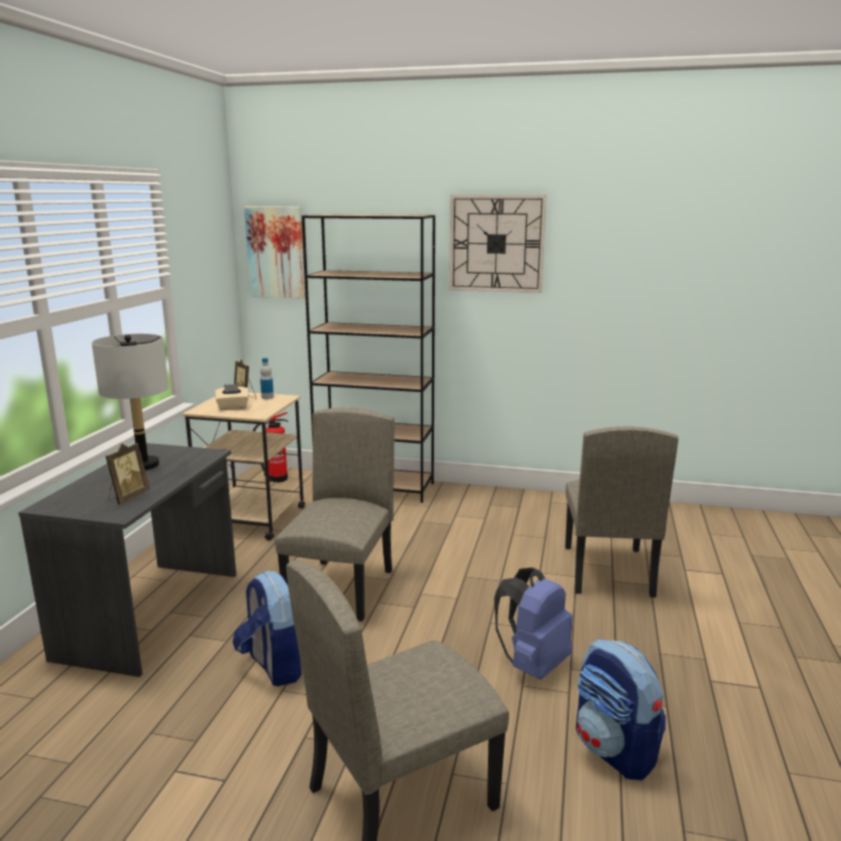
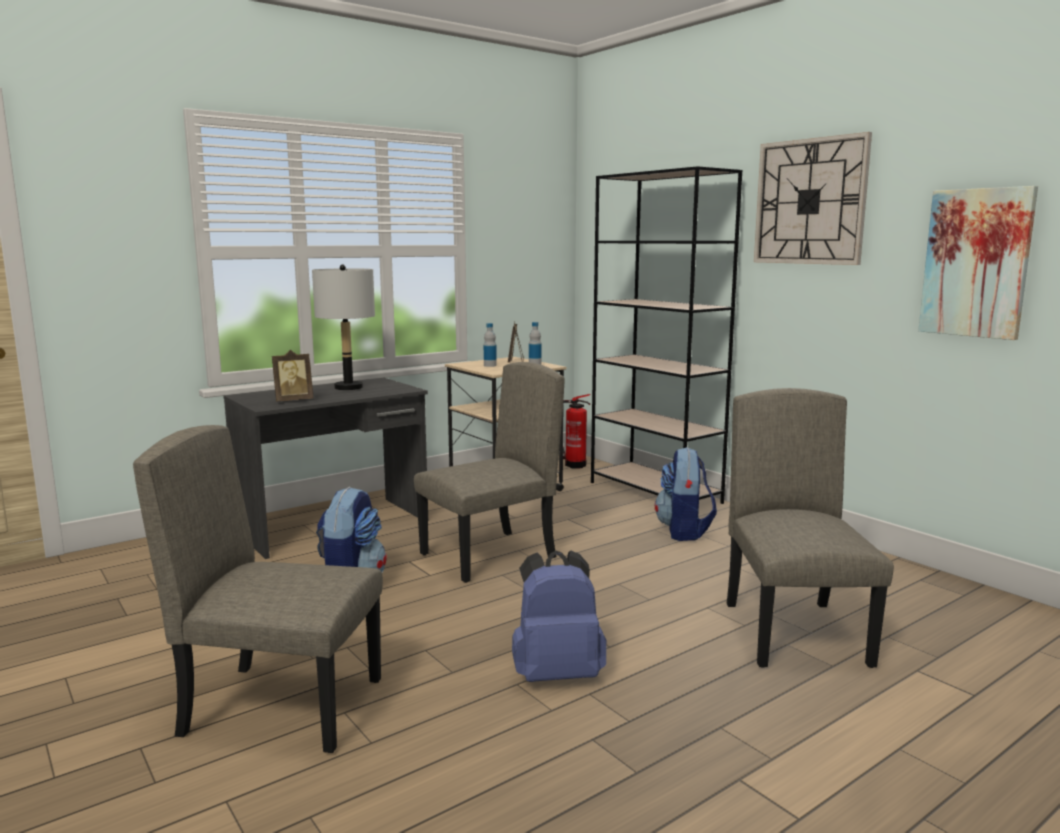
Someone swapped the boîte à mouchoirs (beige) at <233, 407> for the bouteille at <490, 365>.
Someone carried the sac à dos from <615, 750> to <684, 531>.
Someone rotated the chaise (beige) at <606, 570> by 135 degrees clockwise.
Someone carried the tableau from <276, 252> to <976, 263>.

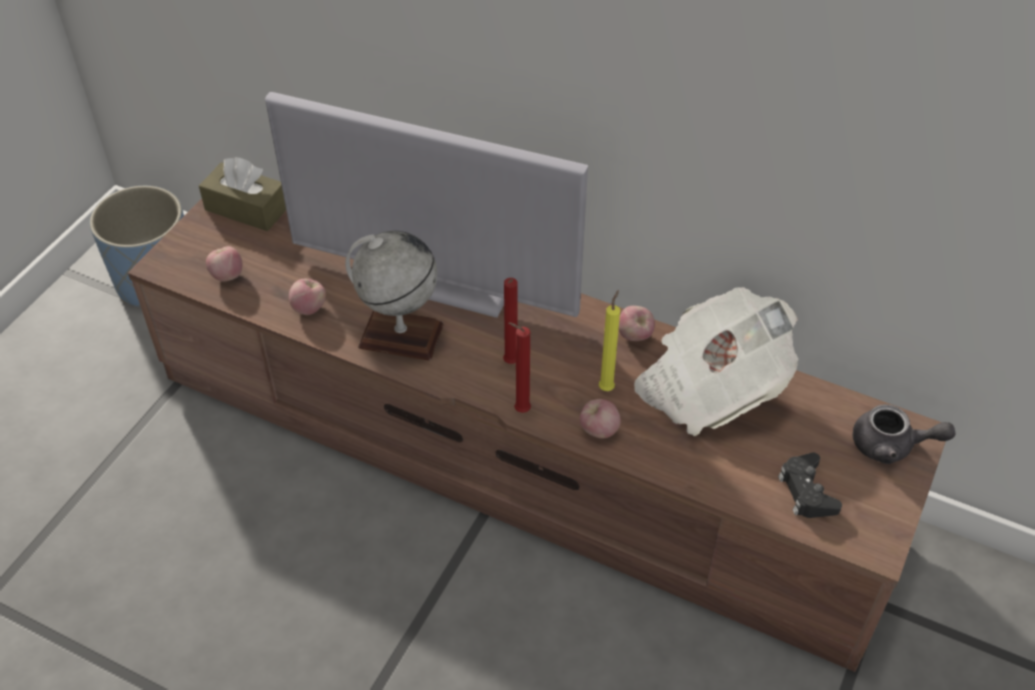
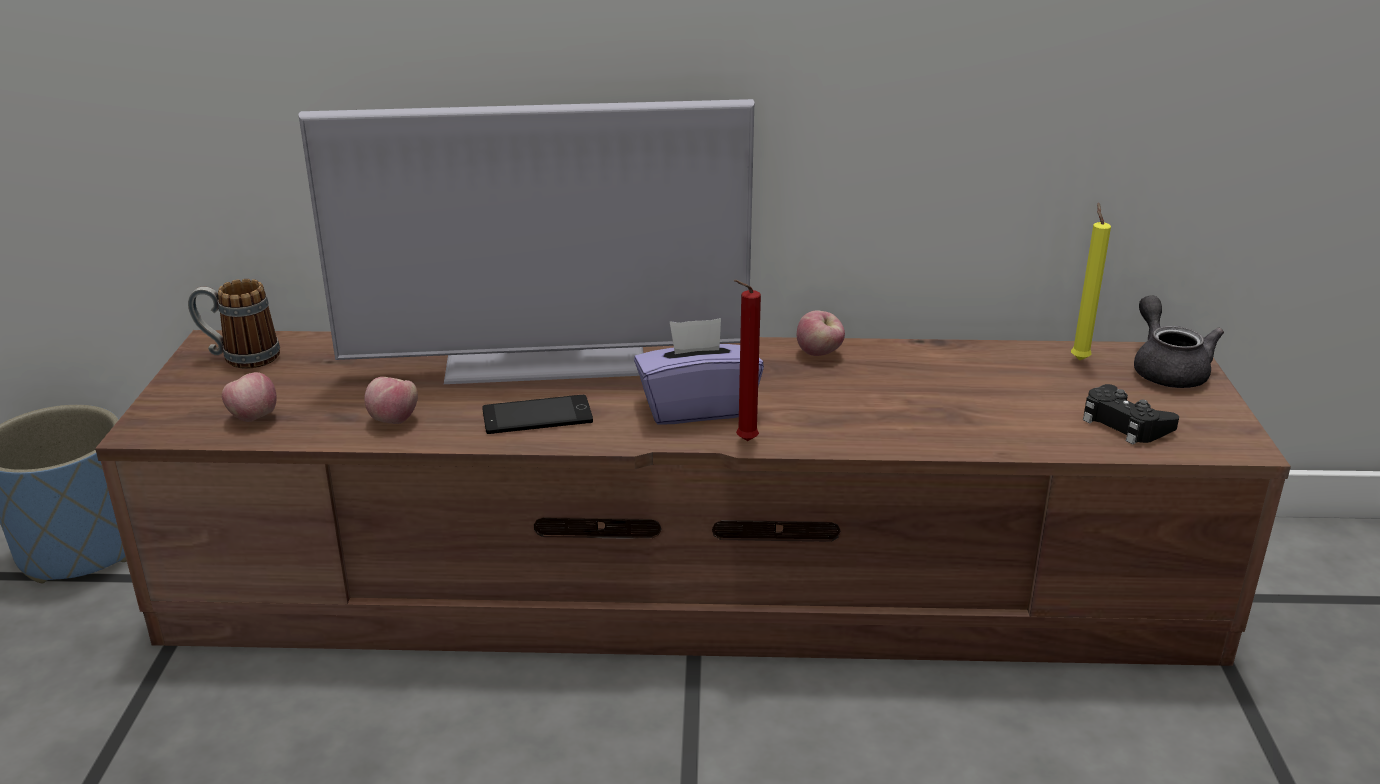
Someone swapped the boîte à mouchoirs (marron) at <246, 208> for the mug at <240, 357>.
Someone swapped the globe at <400, 335> for the téléphone at <537, 416>.
Someone swapped the bougie (rouge) at <510, 364> for the boîte à mouchoirs (violet) at <697, 407>.
Someone carried the bougie (jaune) from <607, 387> to <1079, 358>.
Someone rotated the théière (gris) at <891, 446> by 90 degrees counterclockwise.
Someone took away the pomme at <599, 431>.
Someone took away the journal at <710, 386>.

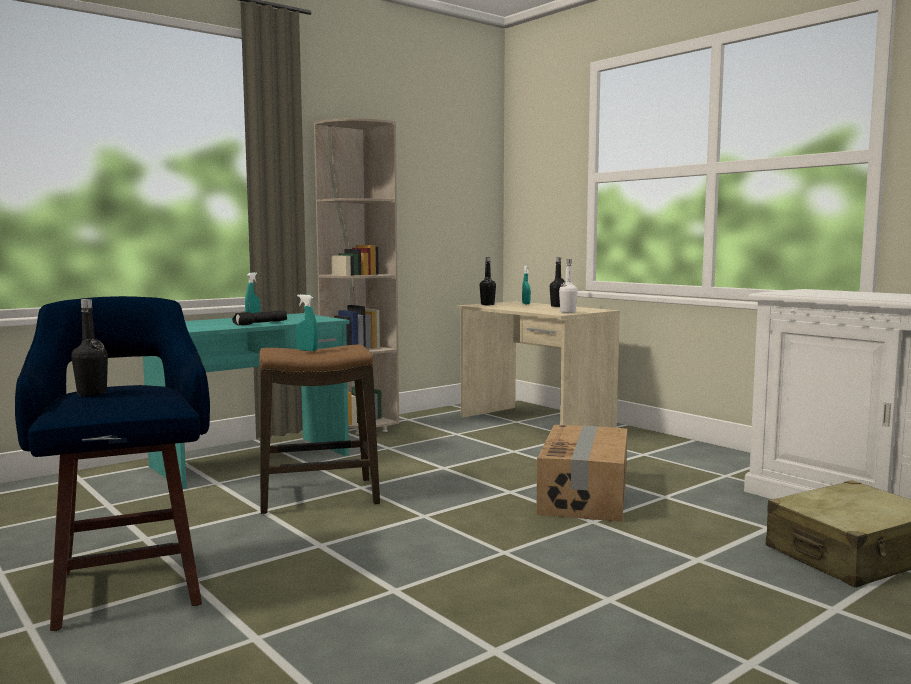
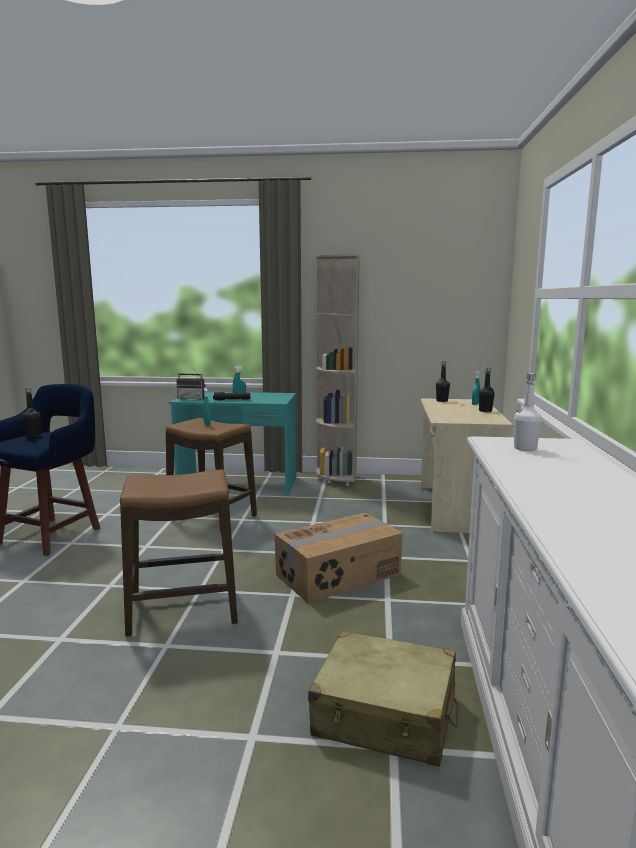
Someone put down the tabouret at <183, 610>.
Someone put down the radio at <192, 398>.
Someone carried the bouteille (blanc) from <567, 312> to <525, 448>.

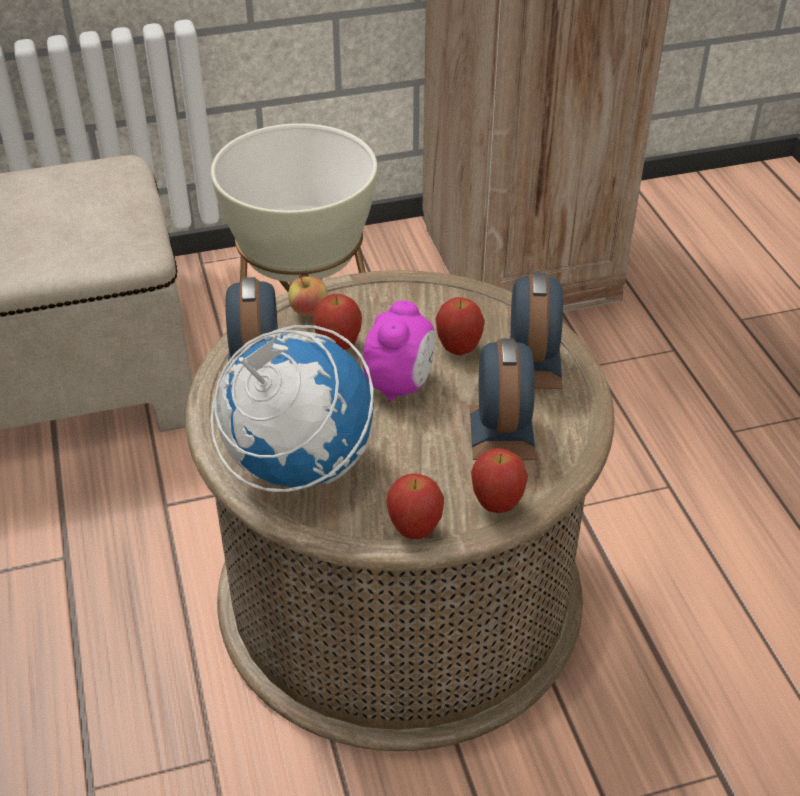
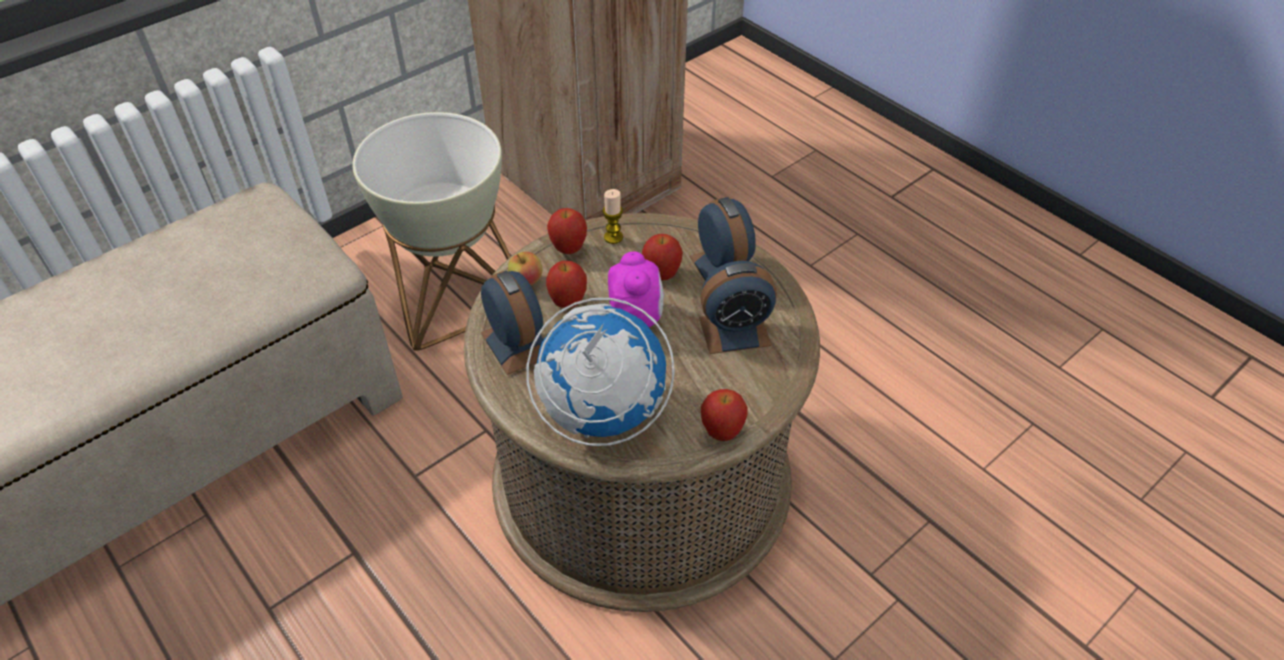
Someone carried the pomme from <496, 504> to <568, 249>.
Someone put down the bougie at <613, 237>.
Someone rotated the réveil at <501, 432> by 105 degrees clockwise.

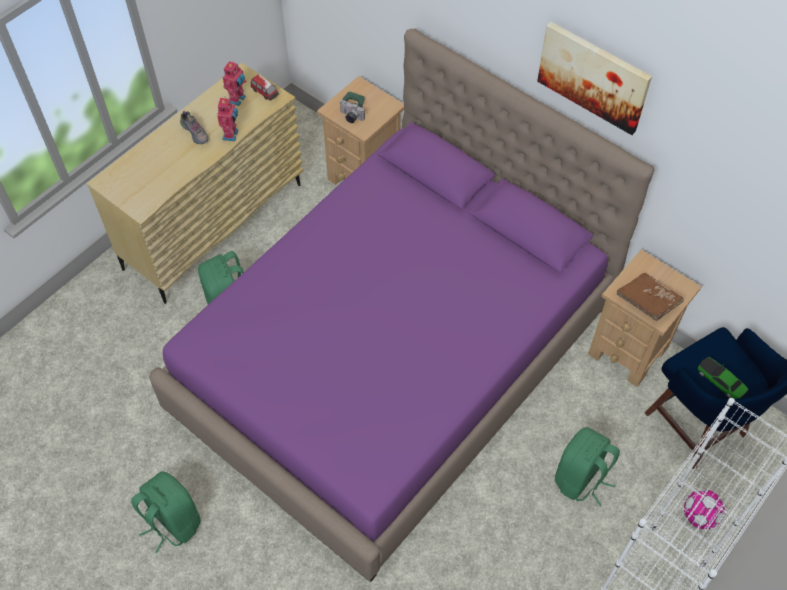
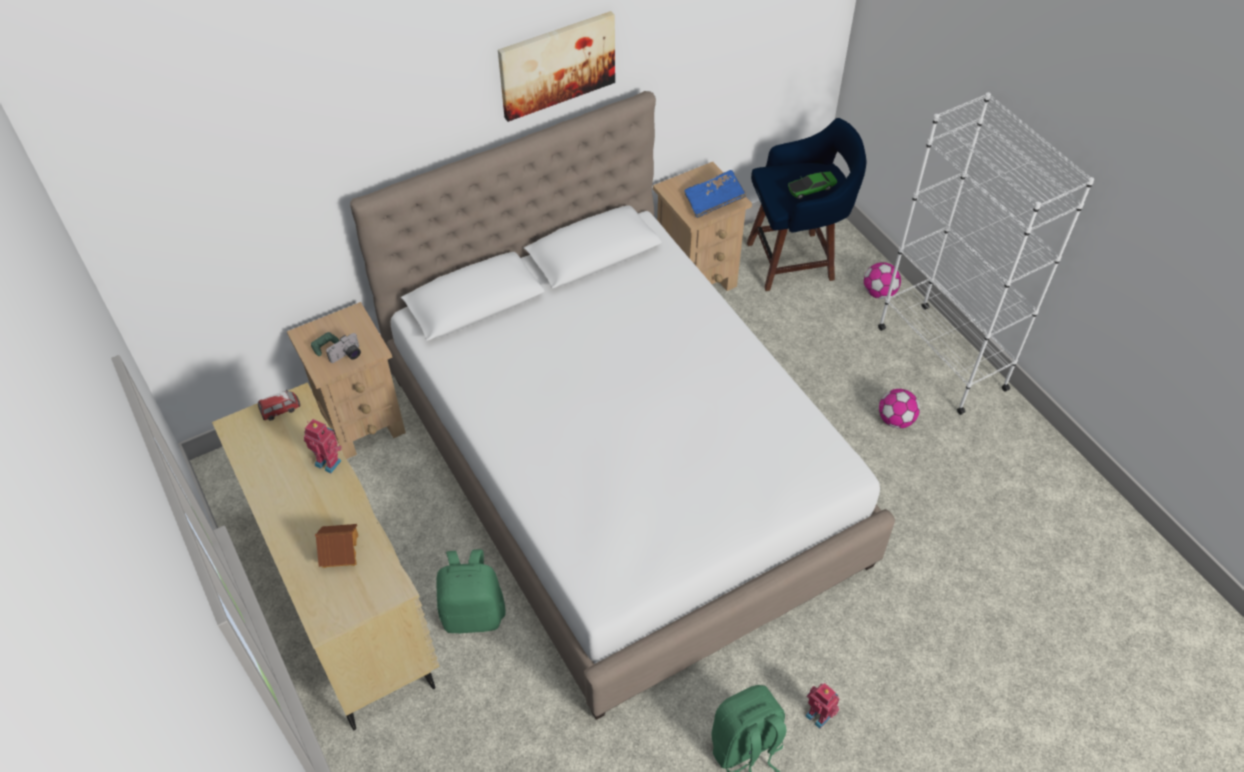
Someone put down the maison miniature at <339, 550>.
Someone repainted the lit (violet) at <394, 357>, which became the lit (blanc) at <621, 467>.
Someone repainted the livre (marron) at <647, 302>, which became the livre (bleu) at <714, 201>.
Someone carried the robot jouet from <238, 99> to <819, 715>.
Someone put down the ballon de foot at <895, 420>.
Someone took away the chaussure at <196, 133>.
Someone took away the sac à dos (vert) at <581, 479>.

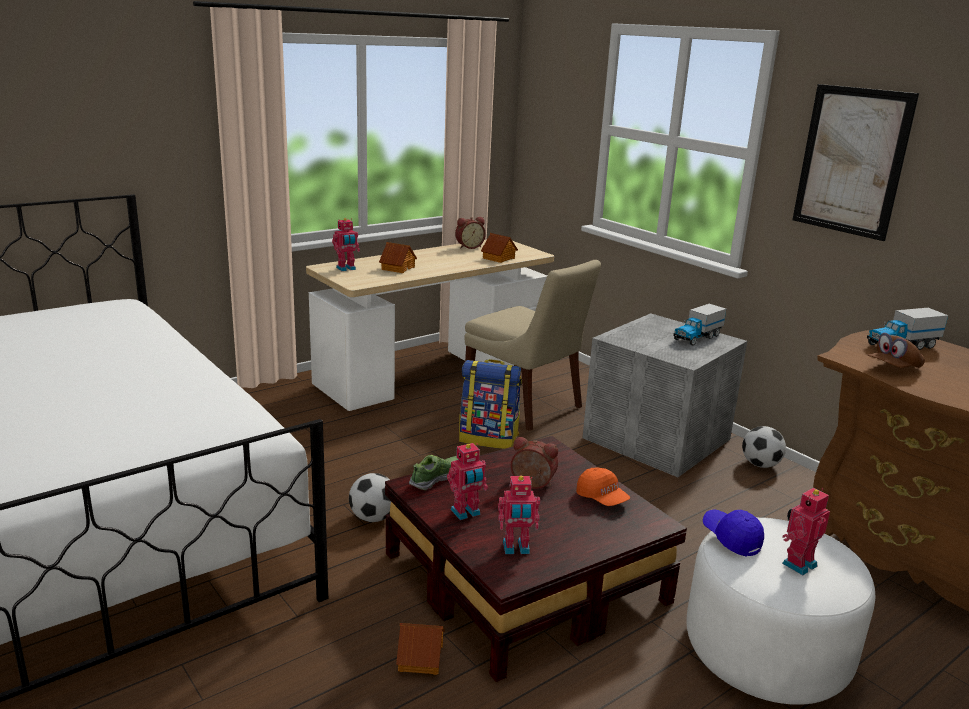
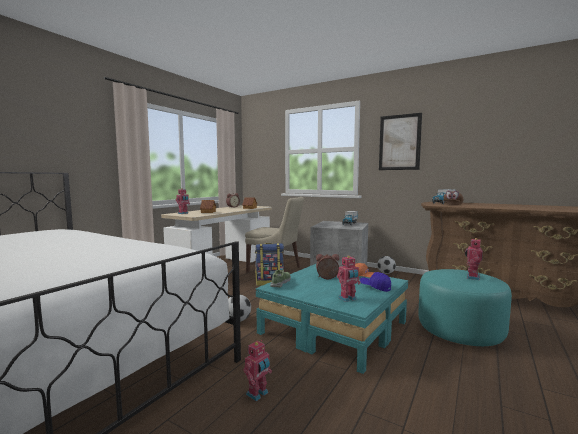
Someone carried the robot jouet from <466, 513> to <258, 394>.
Someone repainted the table basse (marron) at <525, 575>, which became the table basse (turquoise) at <333, 327>.
Someone carried the casquette (bleu) from <731, 538> to <375, 287>.
Someone repainted the pouf (blanc) at <766, 653>, which became the pouf (turquoise) at <460, 331>.
Someone took away the maison miniature at <419, 657>.

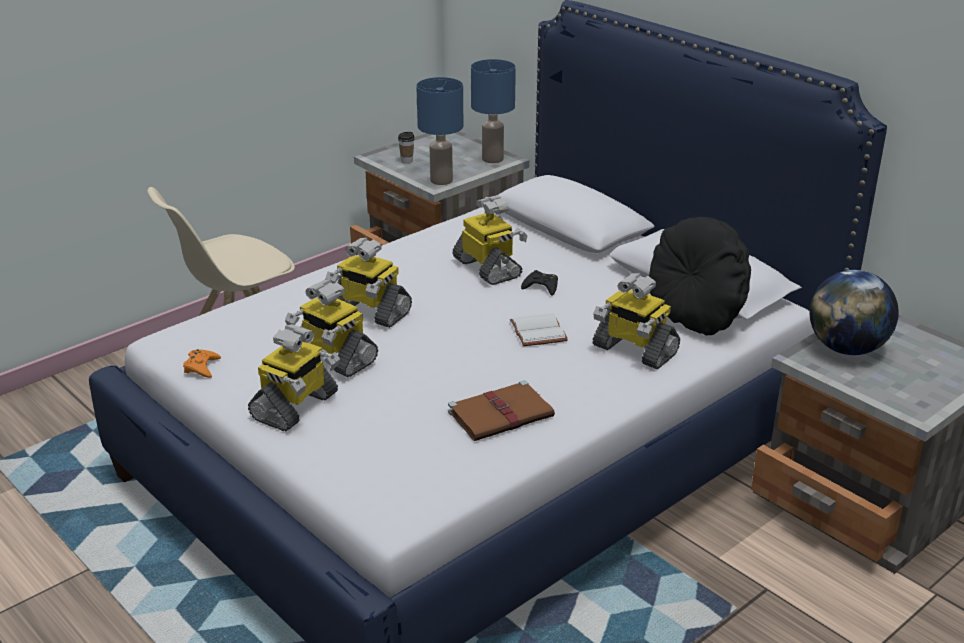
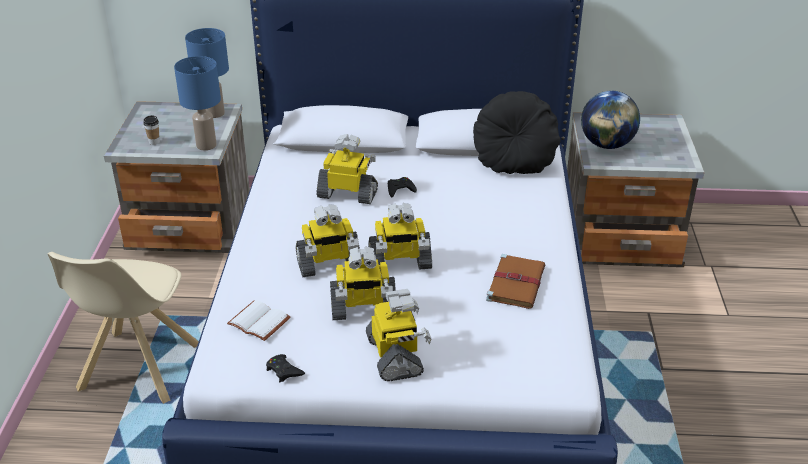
Someone carried the livre (blanc) from <540, 332> to <260, 321>.
Someone repainted the manette (orange) at <201, 367>, which became the manette (noir) at <284, 371>.
Someone carried the robot jouet from <633, 350> to <399, 262>.

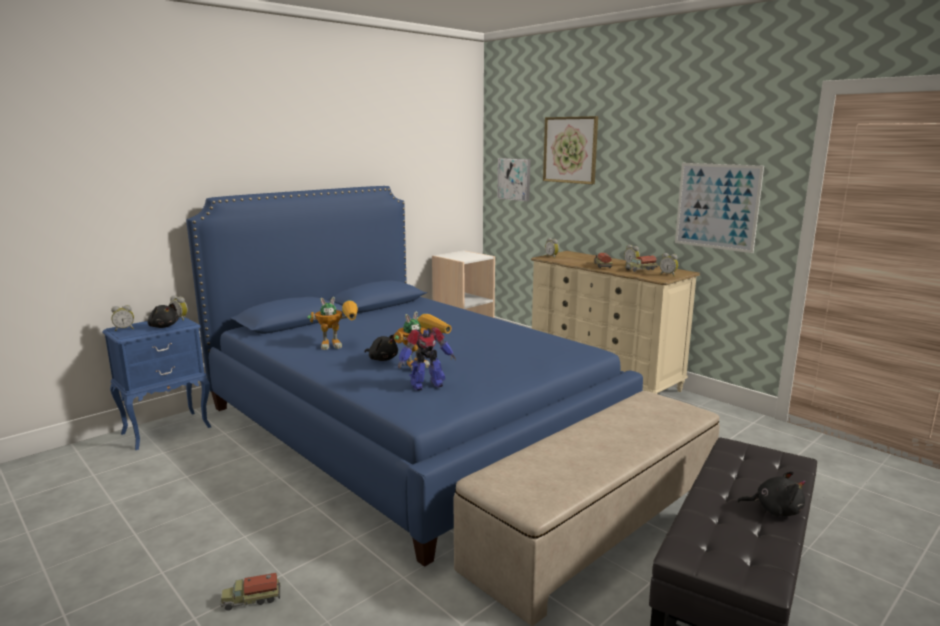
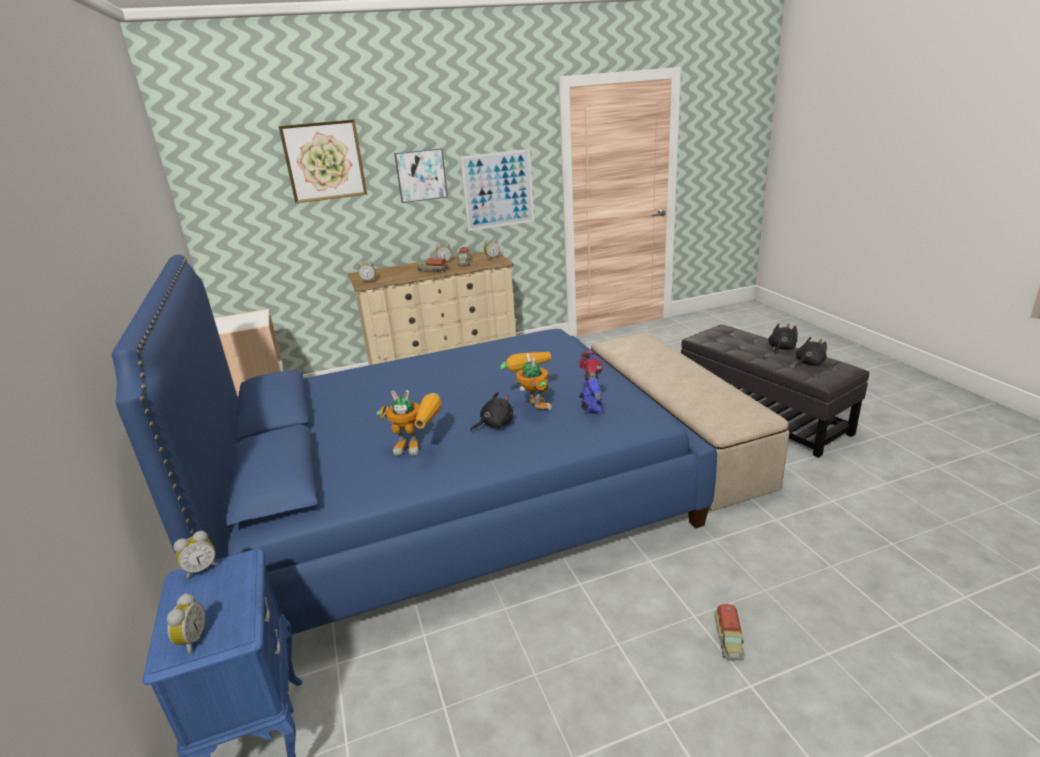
Someone rotated the robot jouet at <339, 345> by 90 degrees clockwise.
Someone carried the tableau from <515, 179> to <421, 175>.
Someone carried the peluche (noir) from <163, 326> to <808, 363>.

